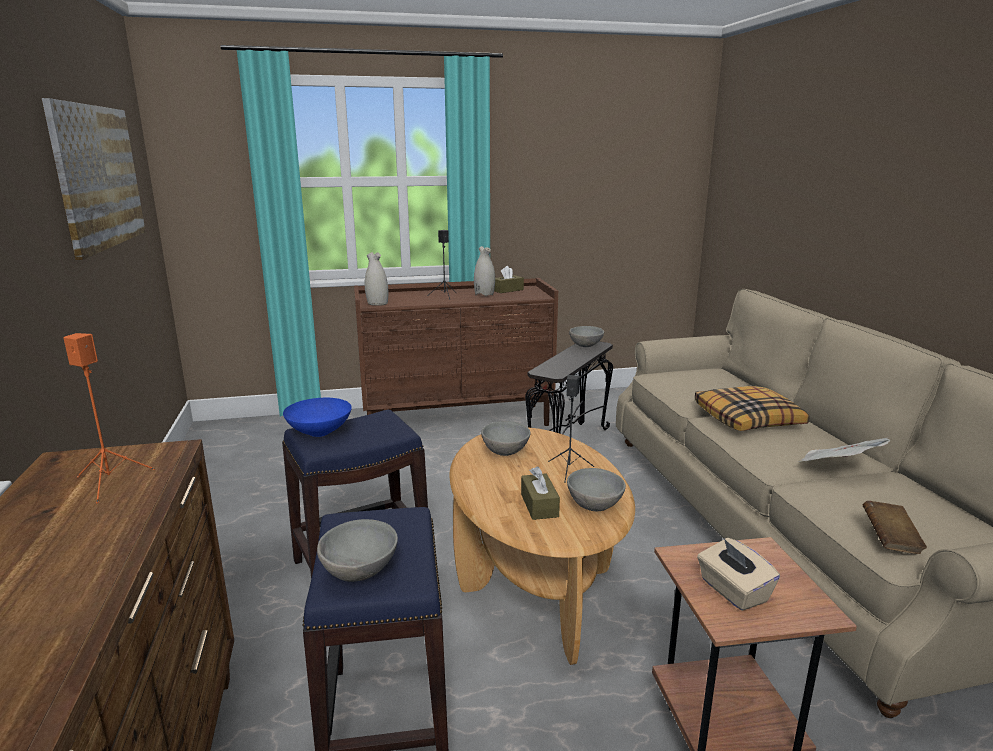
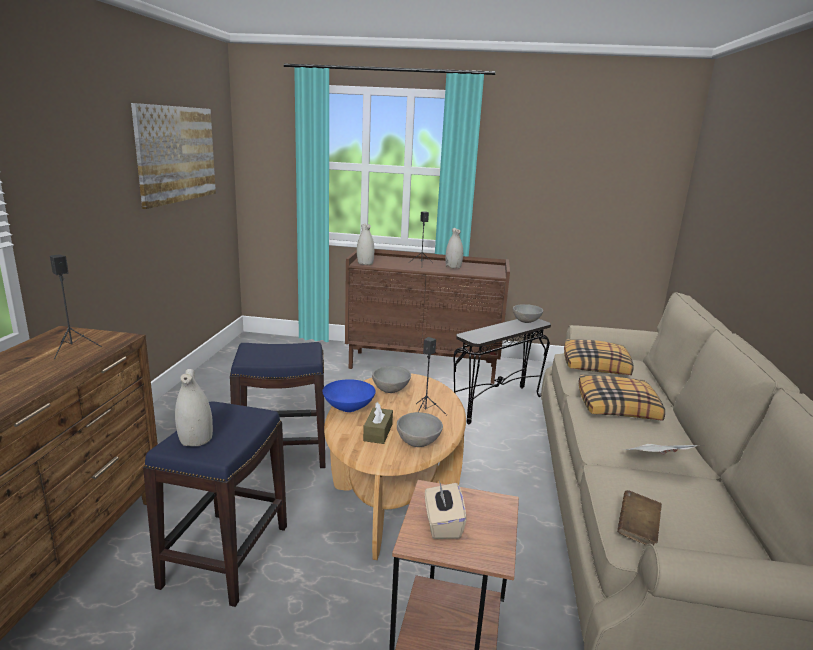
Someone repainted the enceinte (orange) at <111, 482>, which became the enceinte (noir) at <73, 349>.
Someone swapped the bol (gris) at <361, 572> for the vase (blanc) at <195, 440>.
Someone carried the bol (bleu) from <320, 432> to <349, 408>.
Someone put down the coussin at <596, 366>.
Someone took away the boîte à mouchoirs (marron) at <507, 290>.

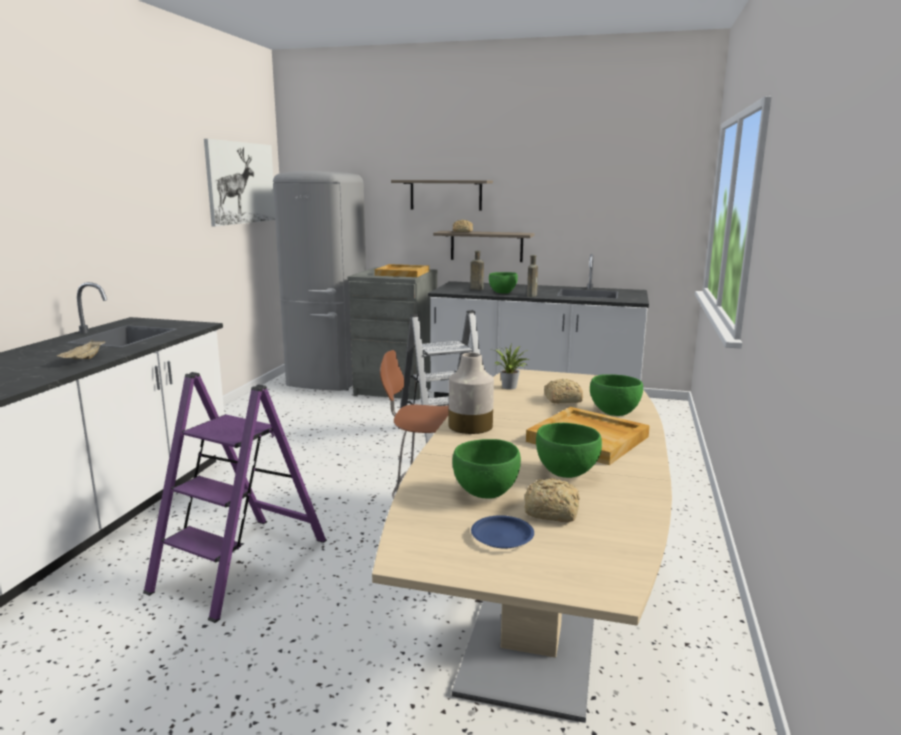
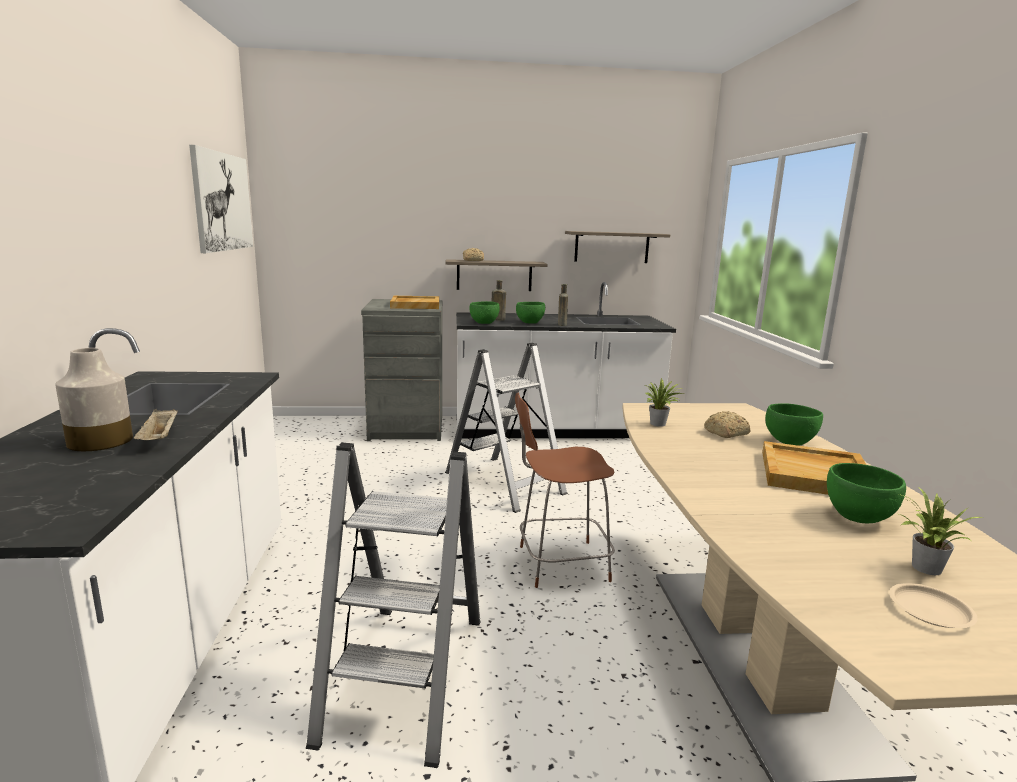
Someone carried the vase (beige) from <470, 425> to <99, 441>.
Someone repainted the escabeau (violet) at <243, 563>, which became the escabeau (gris) at <406, 674>.
Someone carried the bol (vert) from <485, 492> to <484, 323>.
Someone carried the étagère from <446, 195> to <611, 247>.
Someone repainted the assiette (bleu) at <502, 536>, which became the assiette (beige) at <931, 611>.
Someone swapped the pain at <553, 512> for the plante en pot at <923, 568>.
Someone took away the réfrigérateur (gris) at <327, 381>.

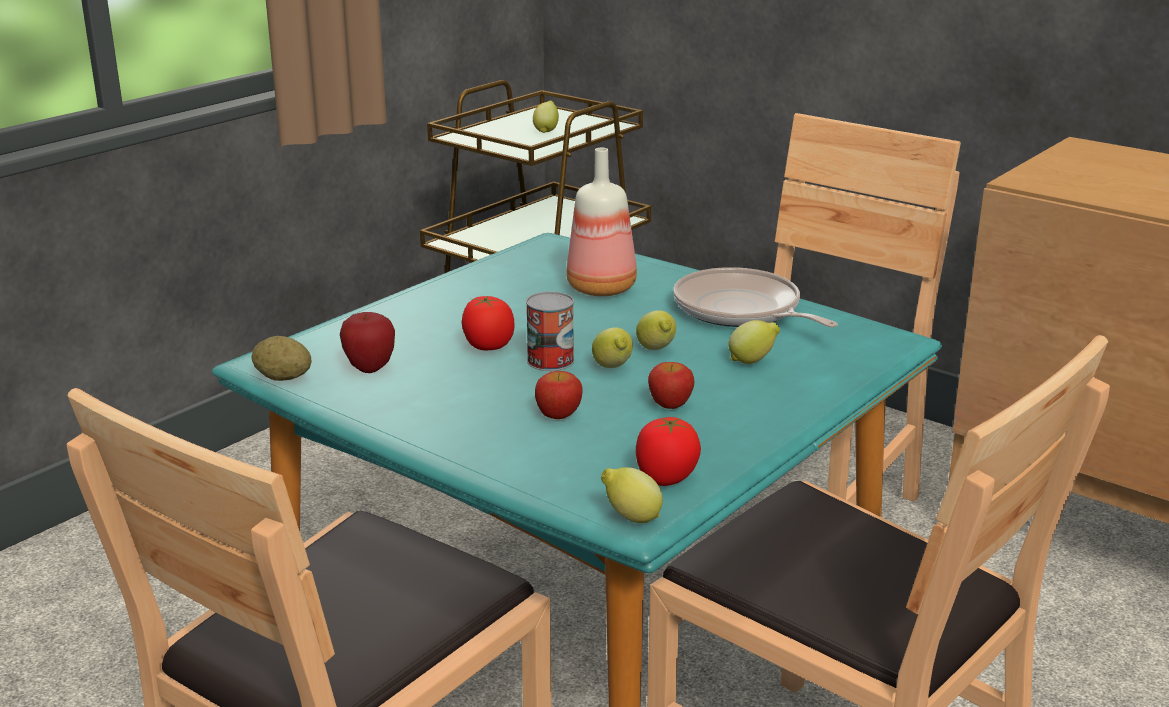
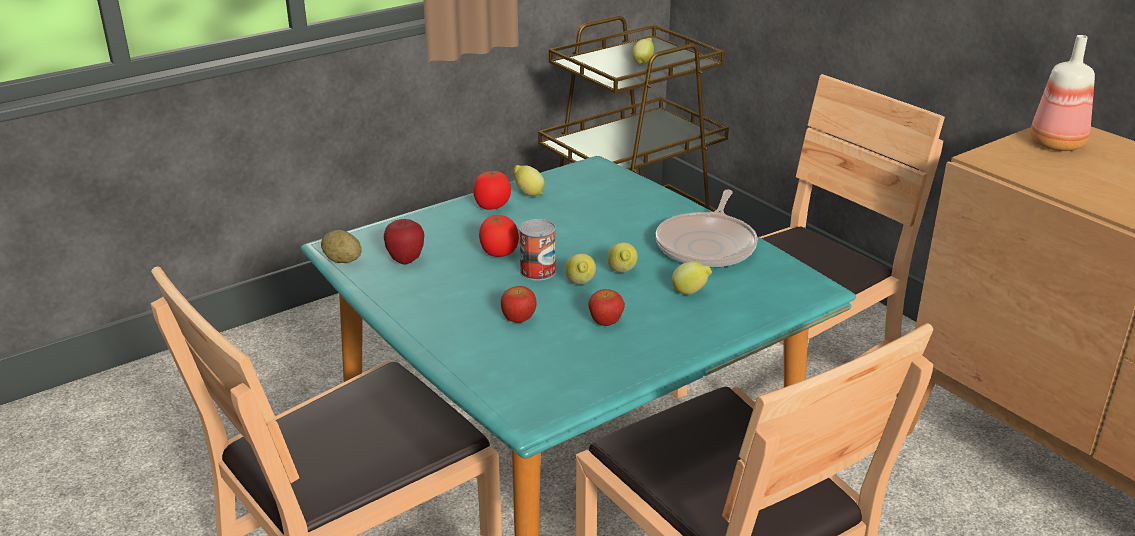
Someone carried the tomate from <666, 478> to <492, 206>.
Someone carried the citron from <631, 518> to <528, 193>.
Someone rotated the poêle at <741, 311> by 135 degrees counterclockwise.
Someone carried the bouteille from <603, 288> to <1058, 144>.

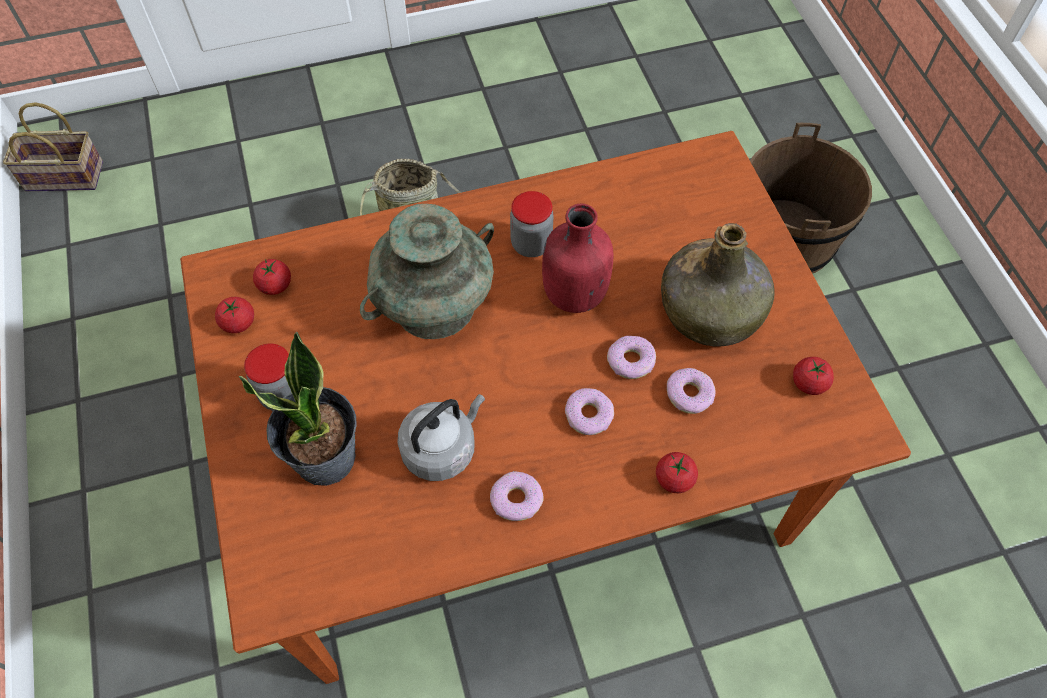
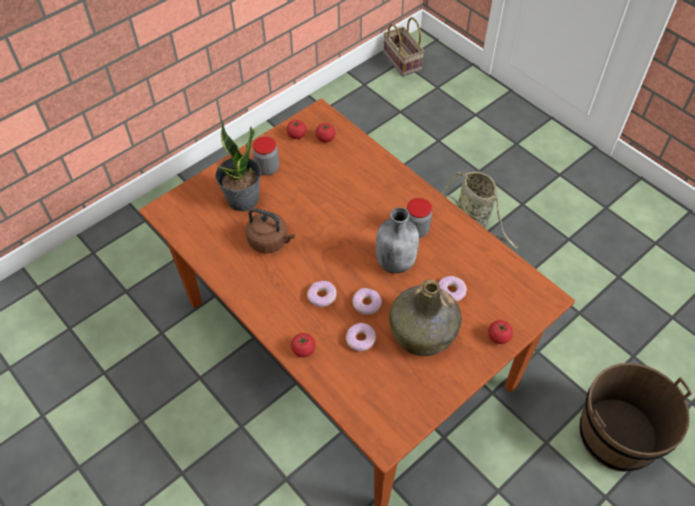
Someone repainted the bouilloire (gris) at <442, 448>, which became the bouilloire (marron) at <270, 241>.
Someone repainted the bouteille (rouge) at <573, 294>, which became the bouteille (gris) at <395, 261>.
Someone carried the beignet from <516, 499> to <451, 291>.
Someone carried the tomate from <808, 383> to <498, 337>.
Someone took away the vase (turquoise) at <434, 306>.

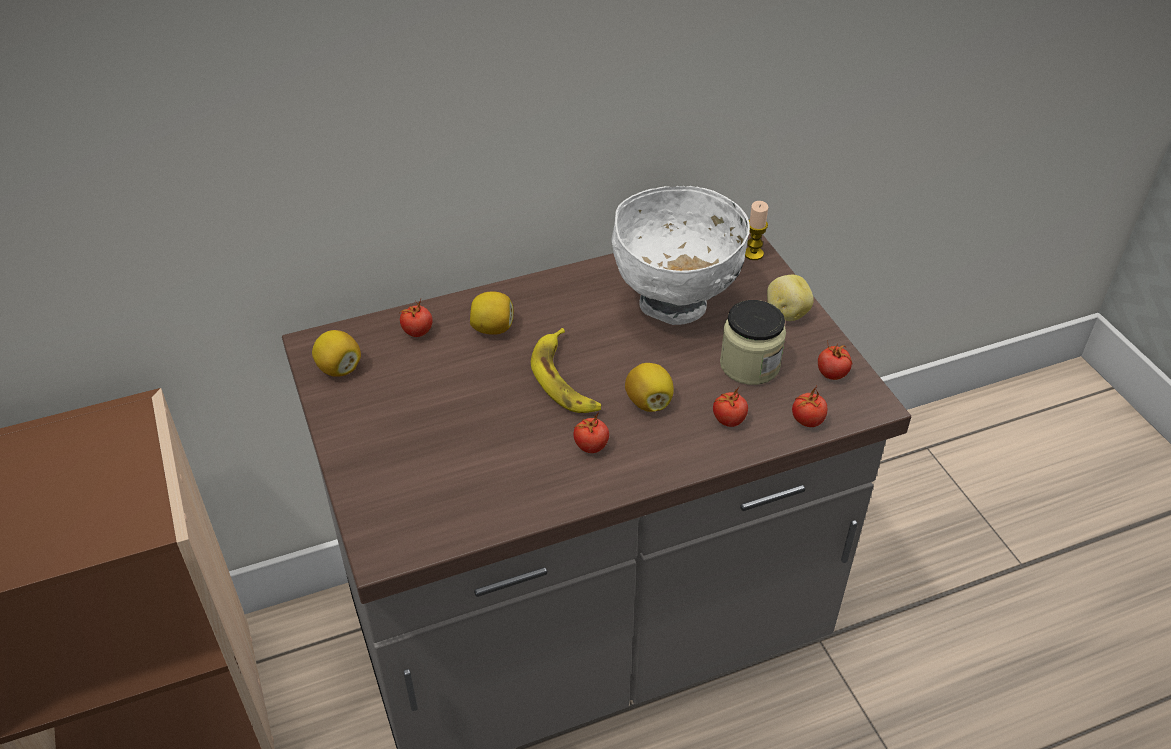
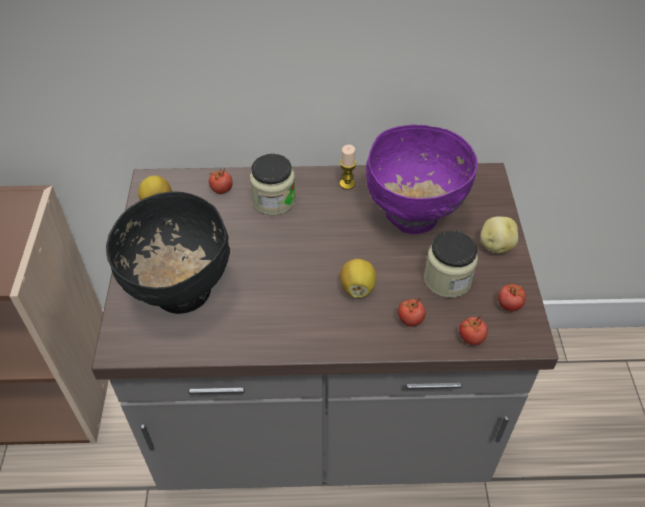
Someone put down the bol (noir) at <180, 291>.
Someone swapped the citron at <493, 328> for the bocal at <274, 201>.
Someone carried the bougie from <753, 254> to <347, 184>.
Someone repainted the bol (blanc) at <675, 305>, which became the bol (violet) at <413, 216>.
Someone took away the banane at <565, 380>.
Someone took away the tomate at <591, 446>.

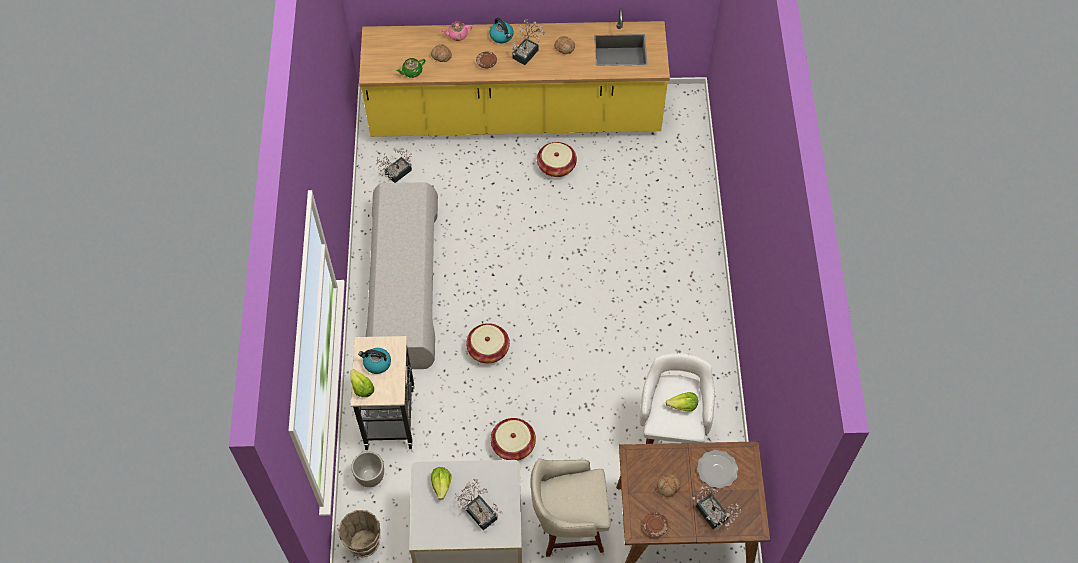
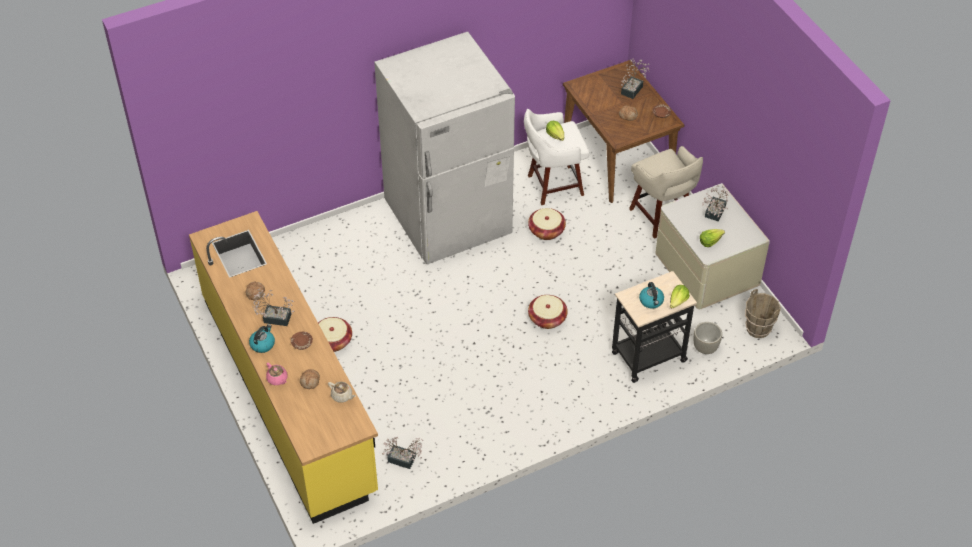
Someone repainted the théière (vert) at <412, 72>, which became the théière (beige) at <342, 396>.
Someone put down the réfrigérateur (blanc) at <449, 217>.
Someone carried the panier from <513, 444> to <546, 231>.
Someone took away the banc (gris) at <404, 286>.
Someone took away the assiette at <717, 470>.

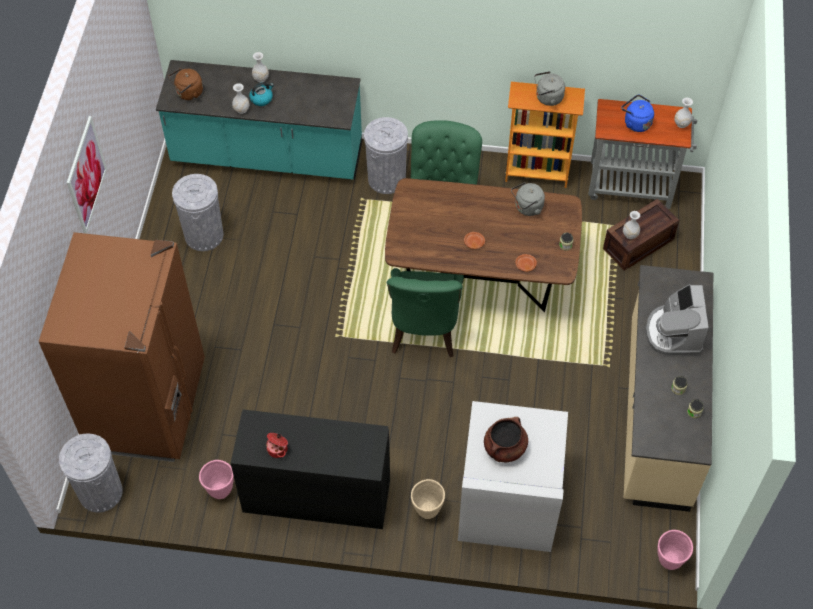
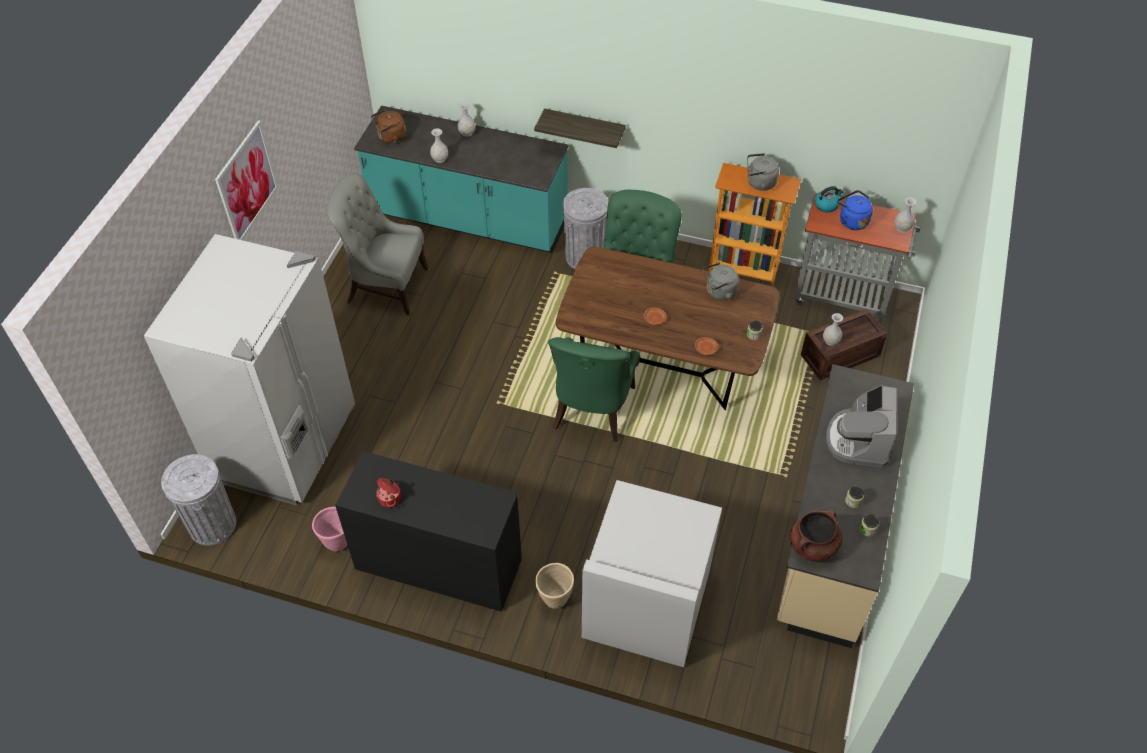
Someone repainted the réfrigérateur (marron) at <148, 405>, which became the réfrigérateur (blanc) at <286, 443>.
Someone swapped the poubelle (gris) at <204, 235> for the chaise (gris) at <386, 286>.
Someone put up the étagère at <584, 127>.
Someone carried the marmite (marron) from <504, 448> to <813, 546>.
Someone carried the bouilloire from <261, 98> to <826, 205>.
Someone took away the cache-pot (rose) at <669, 560>.

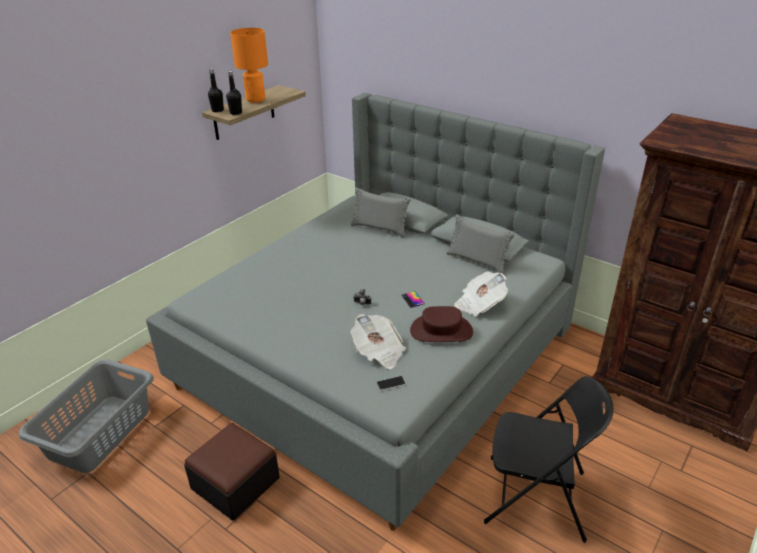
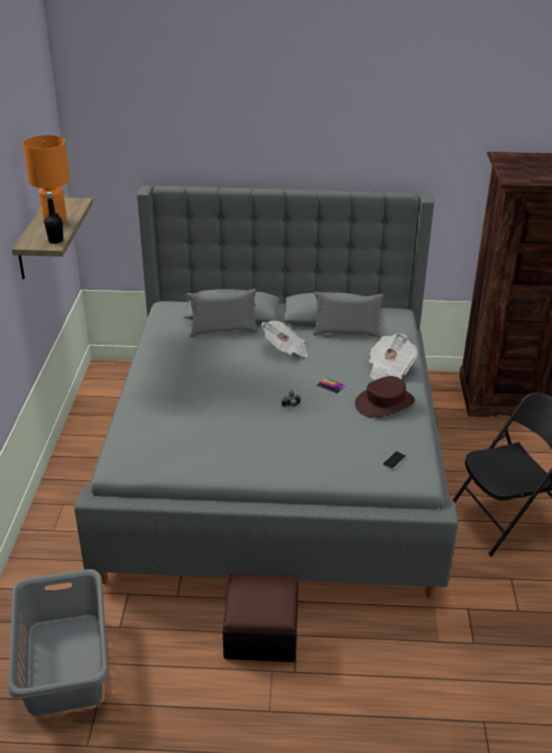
Someone carried the journal from <378, 352> to <285, 350>.
Someone took away the bouteille (noir) at <217, 110>.

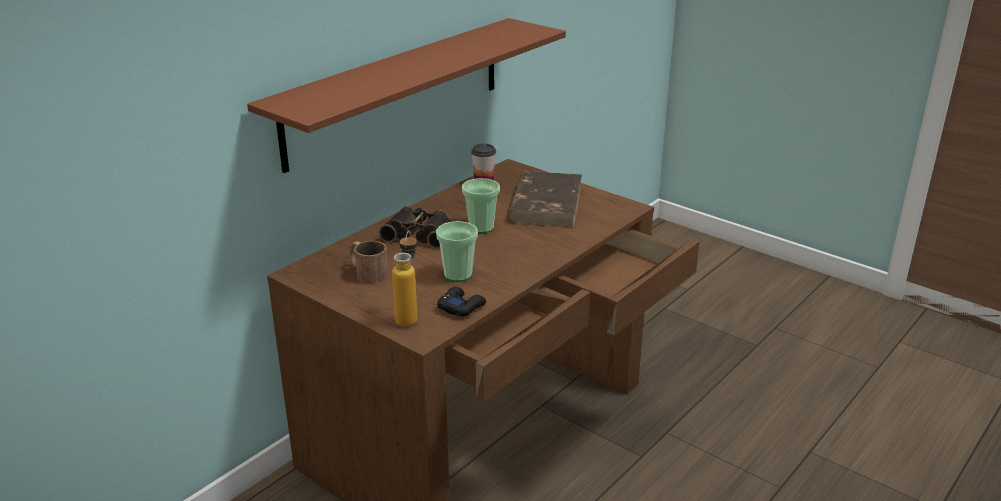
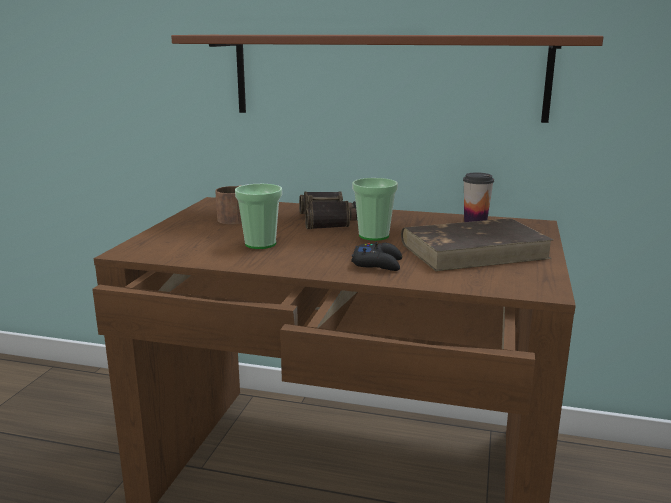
Someone carried the manette (noir) from <461, 307> to <378, 263>.
Someone took away the bouteille at <408, 316>.

